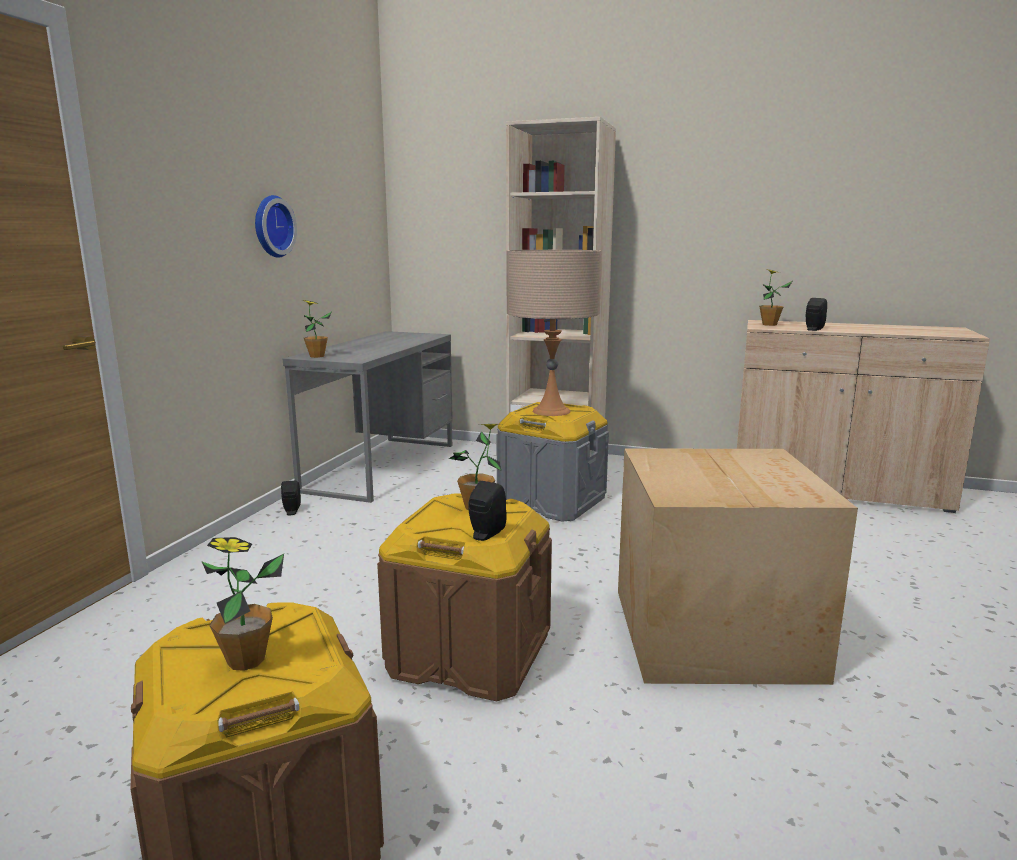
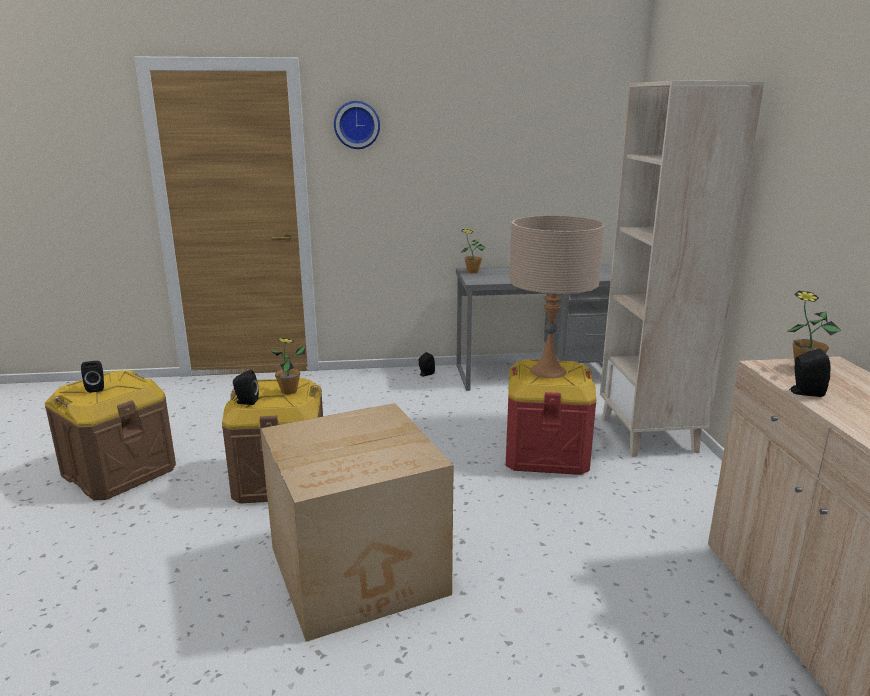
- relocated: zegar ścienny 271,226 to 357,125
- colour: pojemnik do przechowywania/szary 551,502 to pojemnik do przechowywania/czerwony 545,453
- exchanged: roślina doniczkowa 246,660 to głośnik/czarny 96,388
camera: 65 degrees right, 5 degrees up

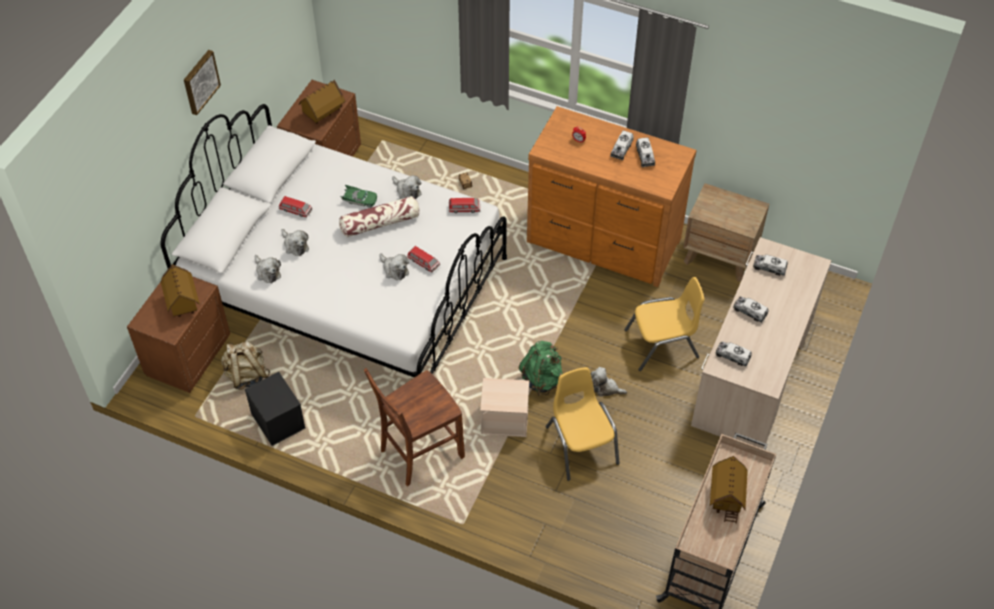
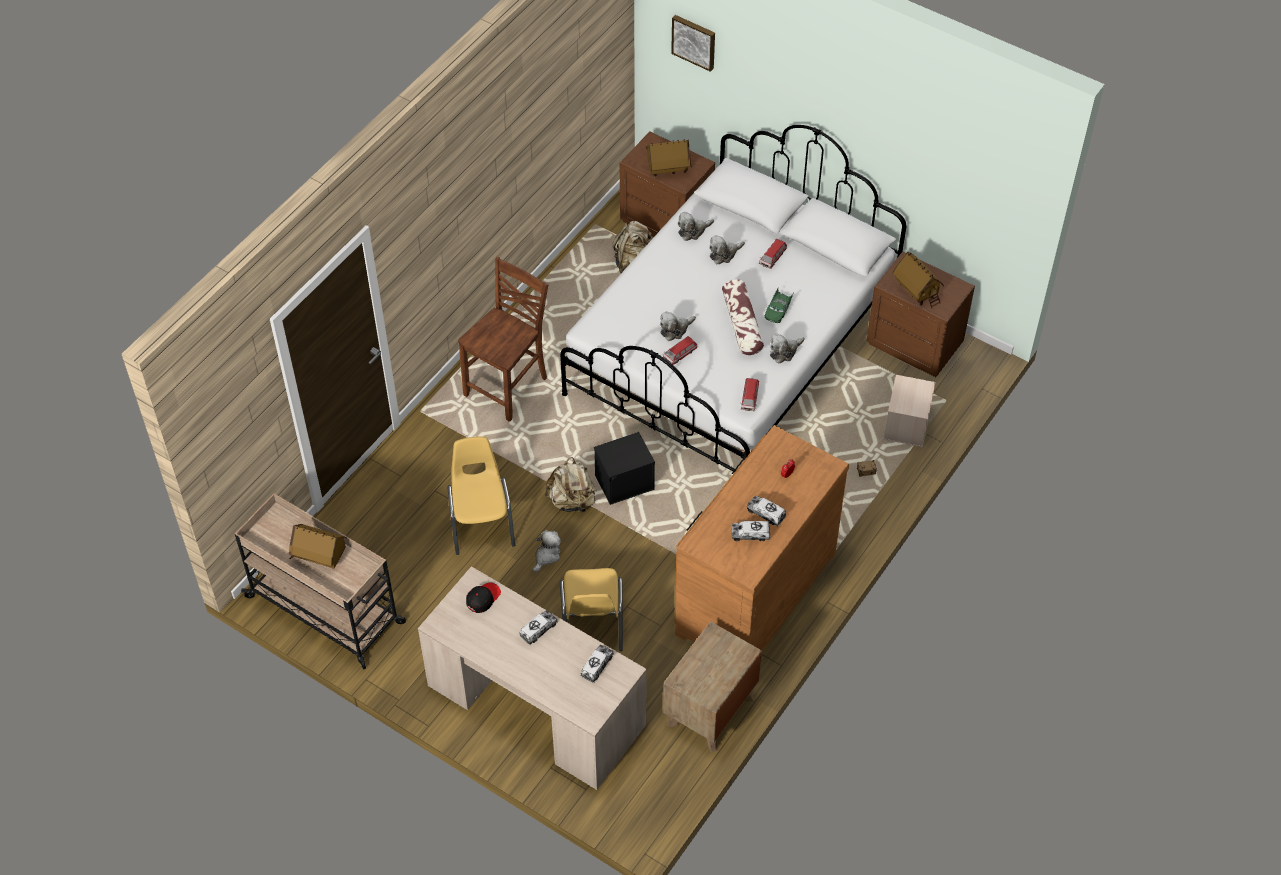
- relocated: obraz 200,81 to 694,41
- colour: plecak/zielony 542,379 to plecak/beżowy 572,501
- exchanged: ciężarówka zabawkowa 732,356 to czapka z daszkiem/czarny 483,598
- spun: krzesło/żółty 581,445 = 481,521 90 degrees counterclockwise
- spun: krzesło/brązowy 419,453 = 508,387 60 degrees clockwise
- relocated: pojemnik do przechowywania/czarny 277,420 to 625,481
- relocated: pojemnik do przechowywania/beżowy 505,419 to 907,425
camera: 100 degrees right, 0 degrees up

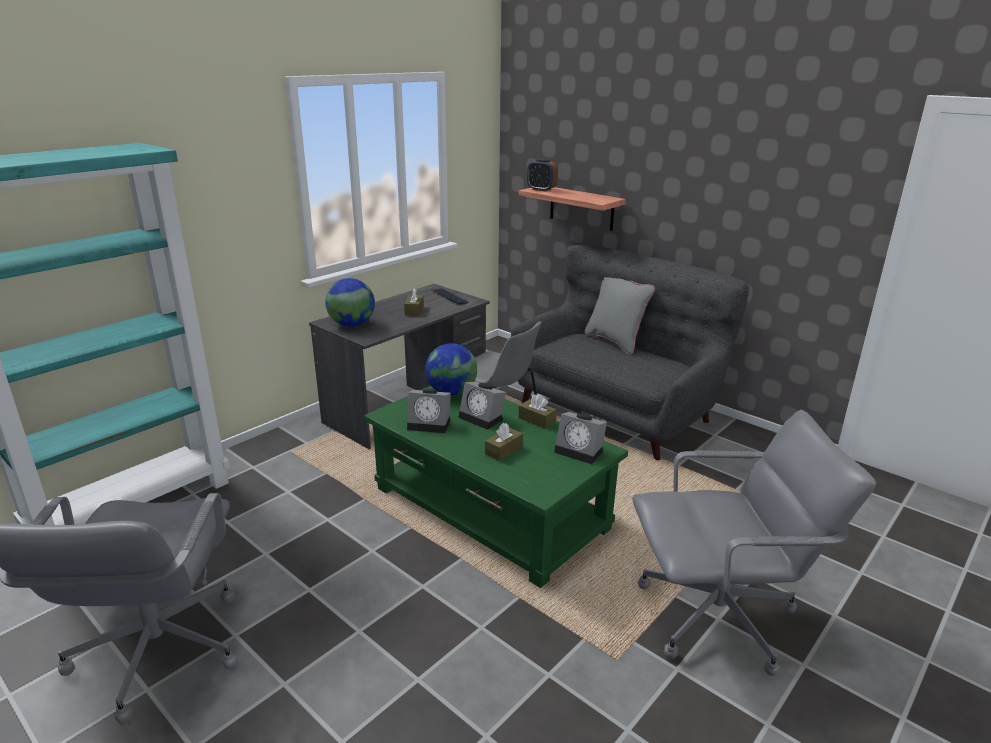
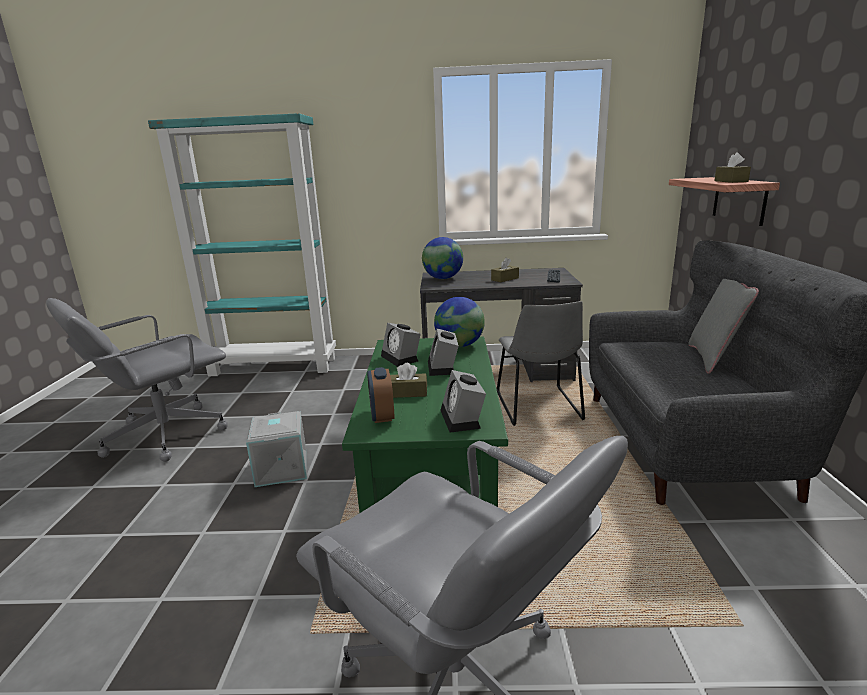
- relocated: budzik 541,189 to 382,416
- relocated: pudełko chusteczek/brązowy 537,420 to 730,181
- appeared: pojemnik do przechowywania/szary 283,469
camera: 50 degrees right, 5 degrees down

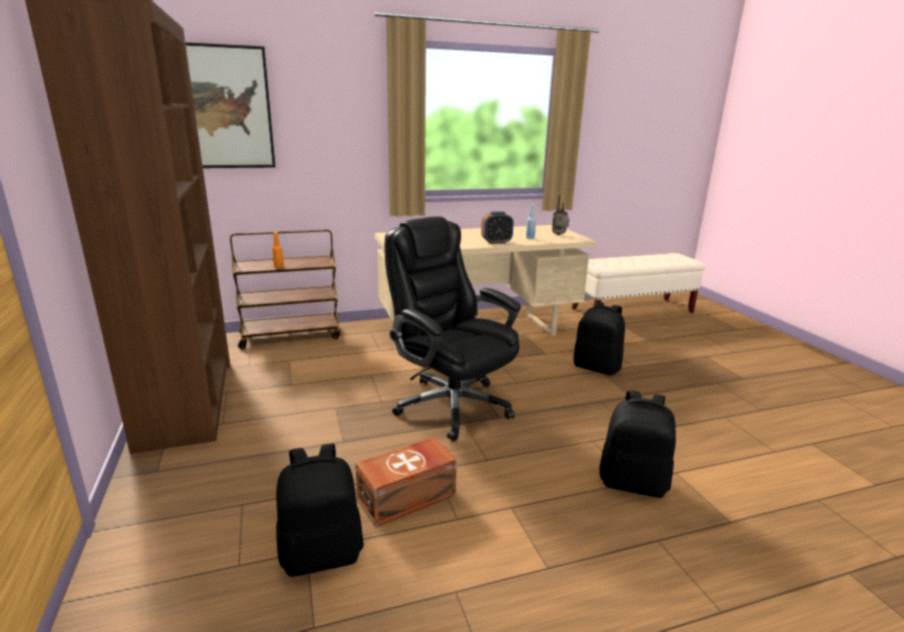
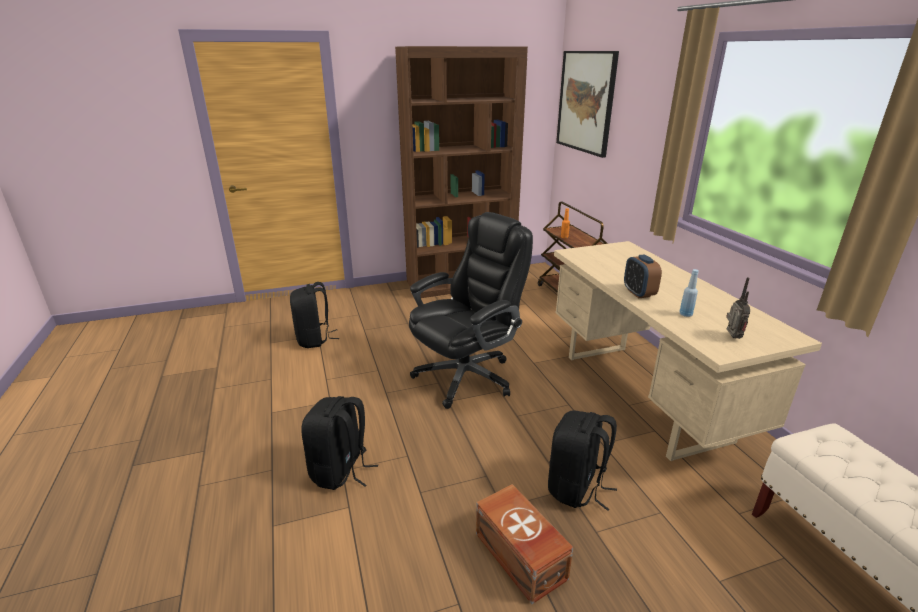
- relocated: pojemnik do przechowywania/brązowy 408,497 to 519,557
camera: 90 degrees right, 5 degrees up

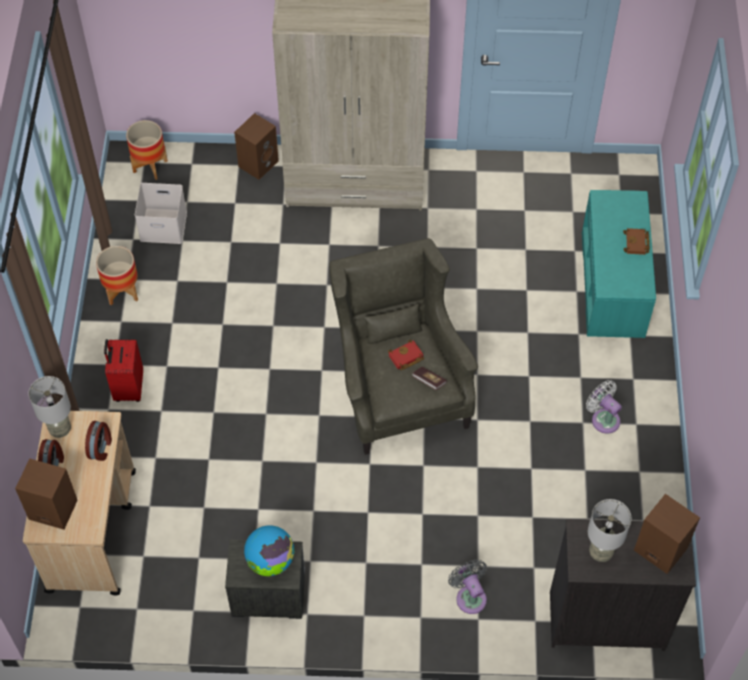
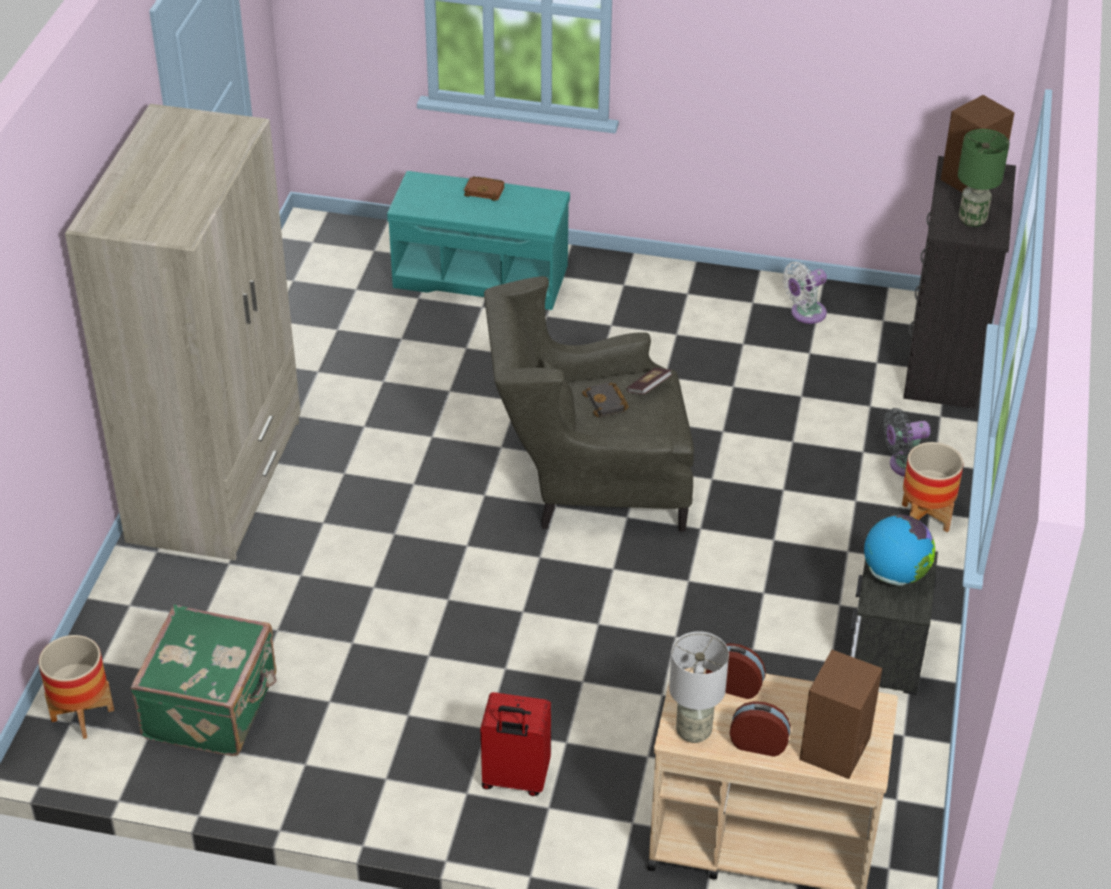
- missing: głośnik/brązowy 258,163
- exchanged: pojemnik do przechowywania/biały 164,225 to walizka/zielony 213,707
- relocated: donica 122,291 to 924,517
- colour: książka/czerwony 405,358 to książka/czarny 607,403
- relocated: wentylator/biały 603,418 to 805,314
- colour: lampa stołowa/szary 600,551 to lampa stołowa/zielony 971,220
camera: 80 degrees left, 15 degrees down

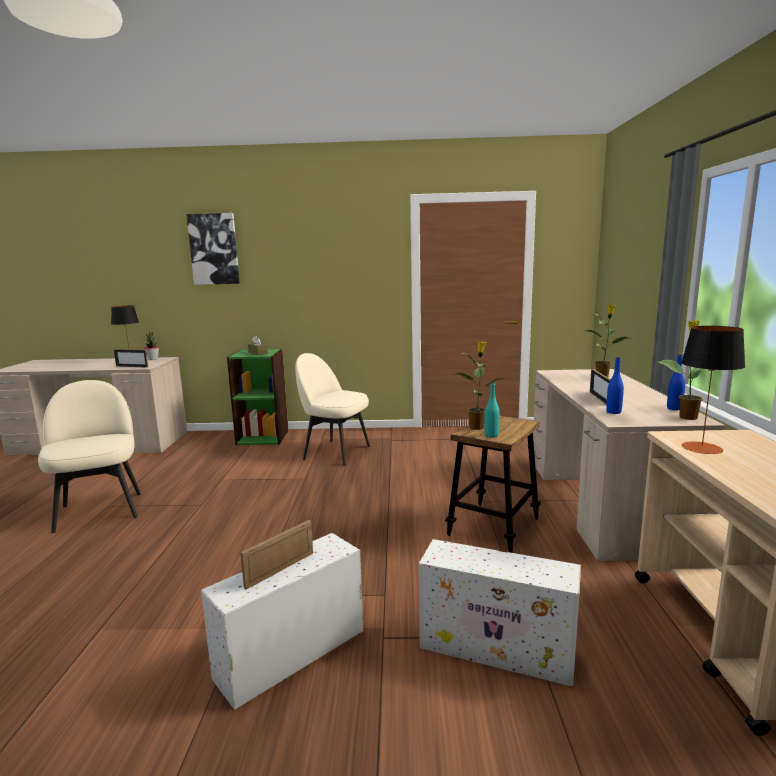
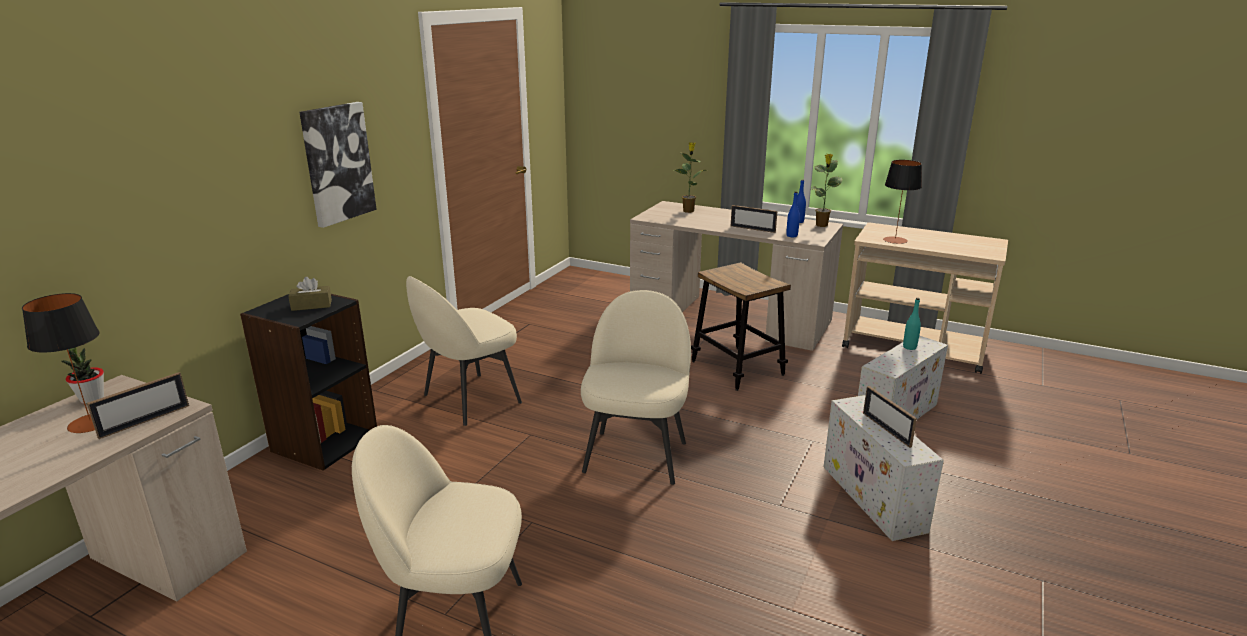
- relocated: obraz 214,249 to 337,163
- missing: roślina doniczkowa 477,427
- colour: regał/zielony 263,437 to regał/czarny 324,442
- relocated: butelka/turkusowy 491,435 to 909,347
- appeared: krzesło/beżowy 636,455
camera: 65 degrees left, 10 degrees up

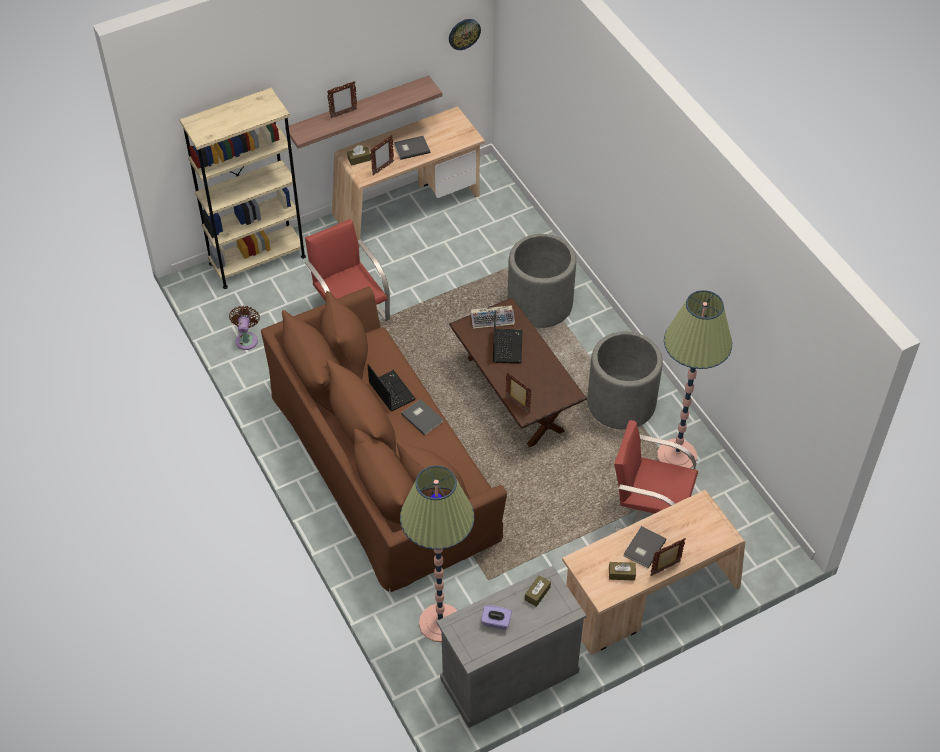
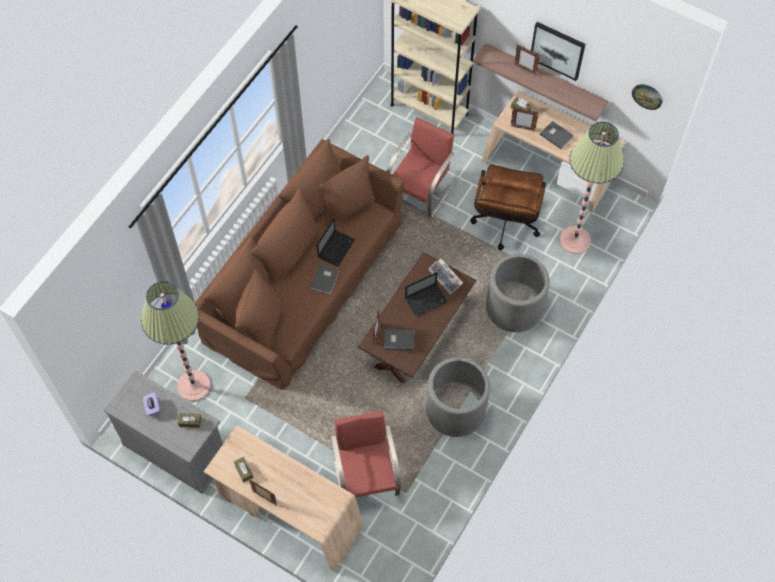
- relocated: lampa stojąca 676,456 to 575,240
- missing: wentylator/brązowy 247,339
- relocated: książka/szary 643,548 to 398,339
- appeared: obraz 557,50
- appeared: krzesło biurowe/brązowy 504,226
camera: 60 degrees right, 10 degrees up

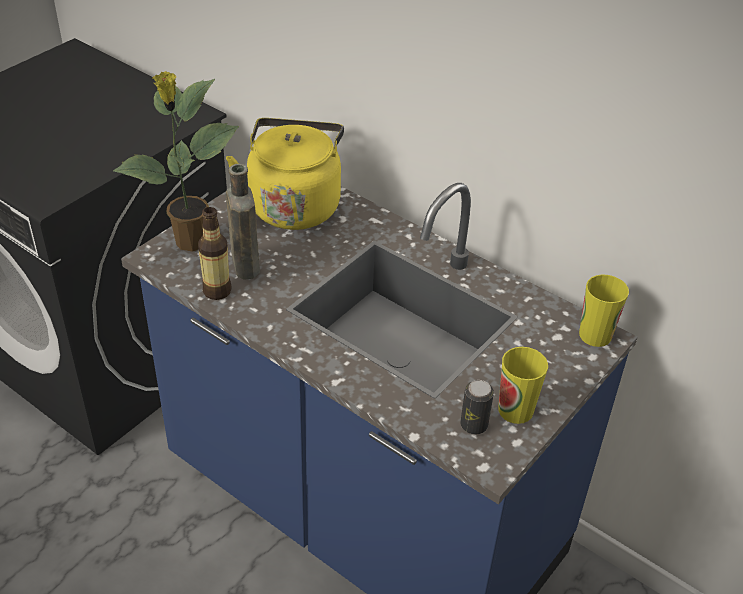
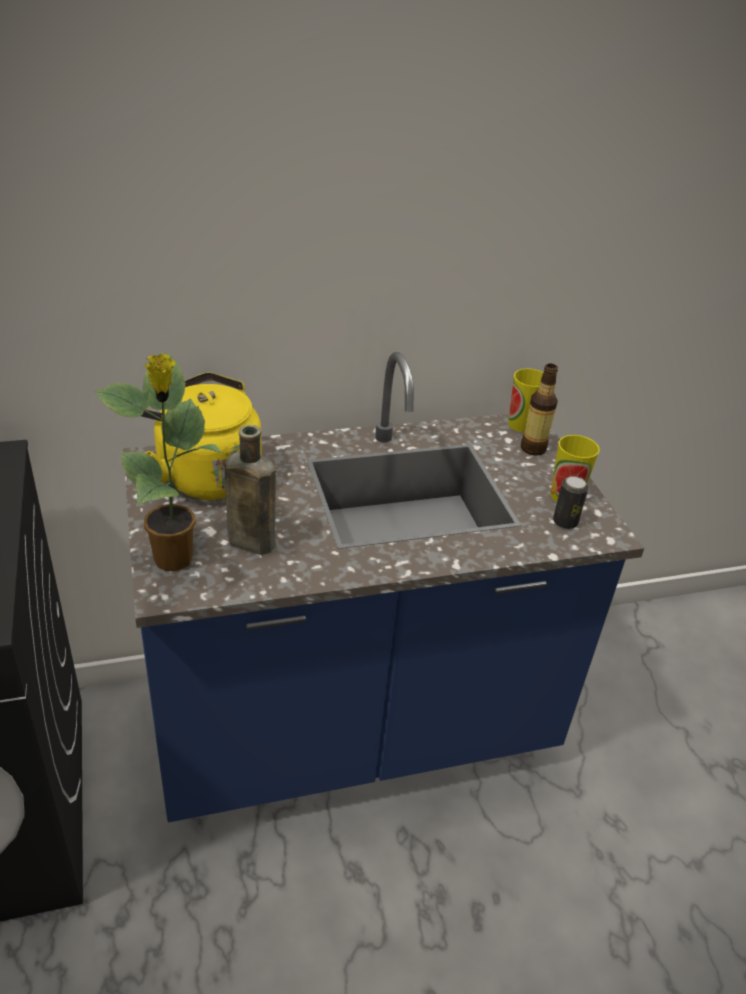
- relocated: butelka 217,291 to 533,448
camera: 55 degrees left, 5 degrees down

